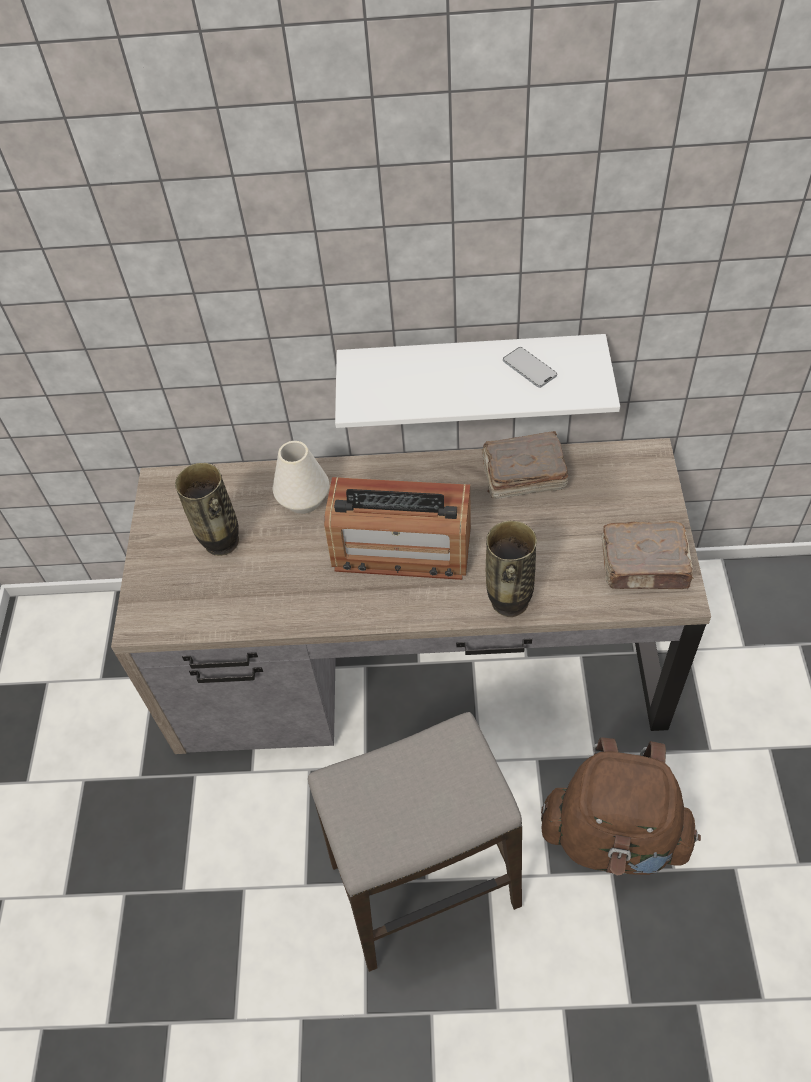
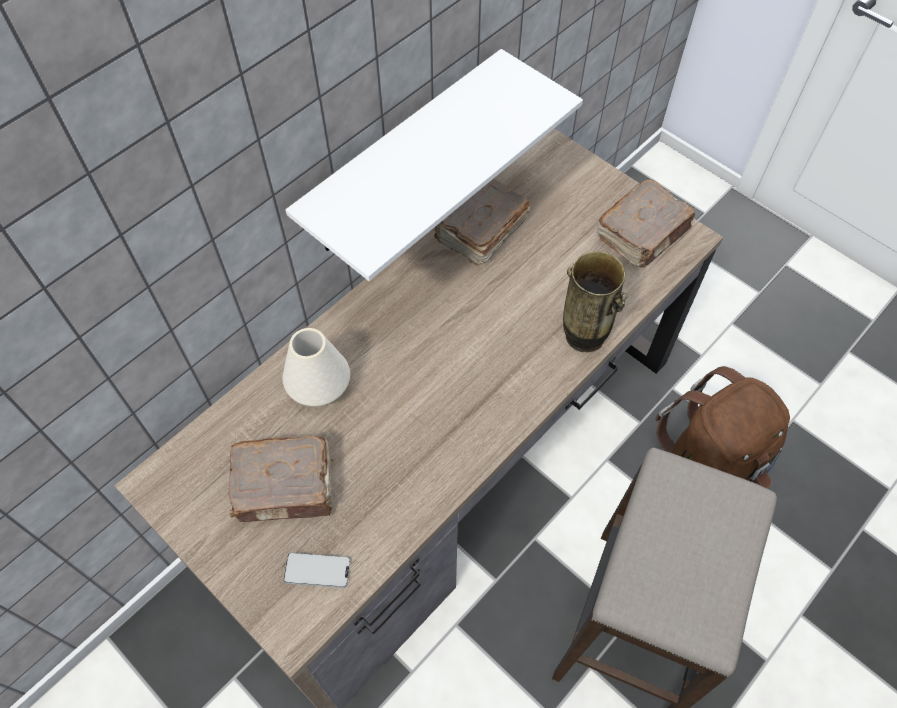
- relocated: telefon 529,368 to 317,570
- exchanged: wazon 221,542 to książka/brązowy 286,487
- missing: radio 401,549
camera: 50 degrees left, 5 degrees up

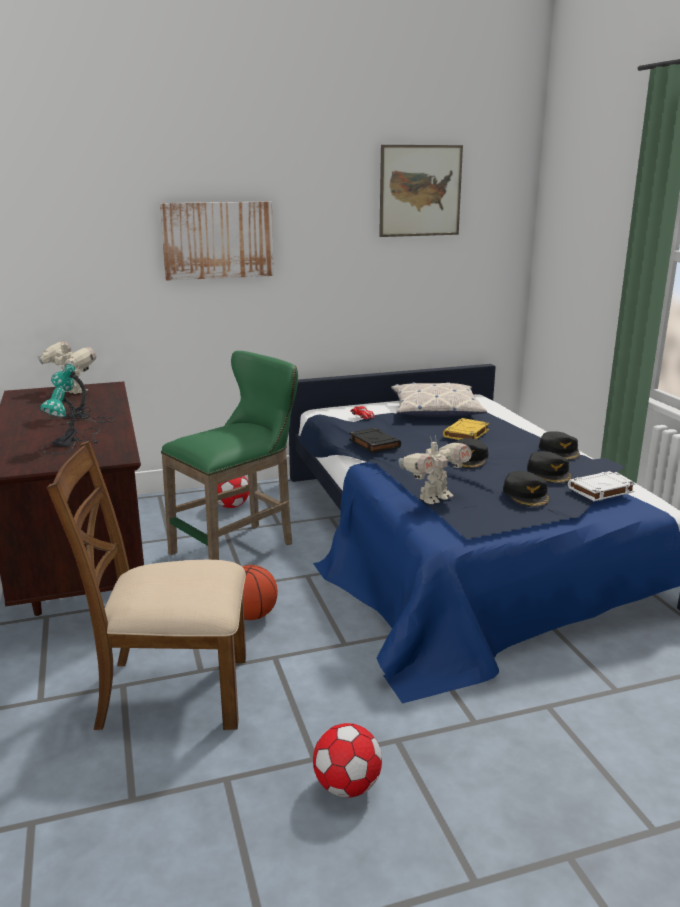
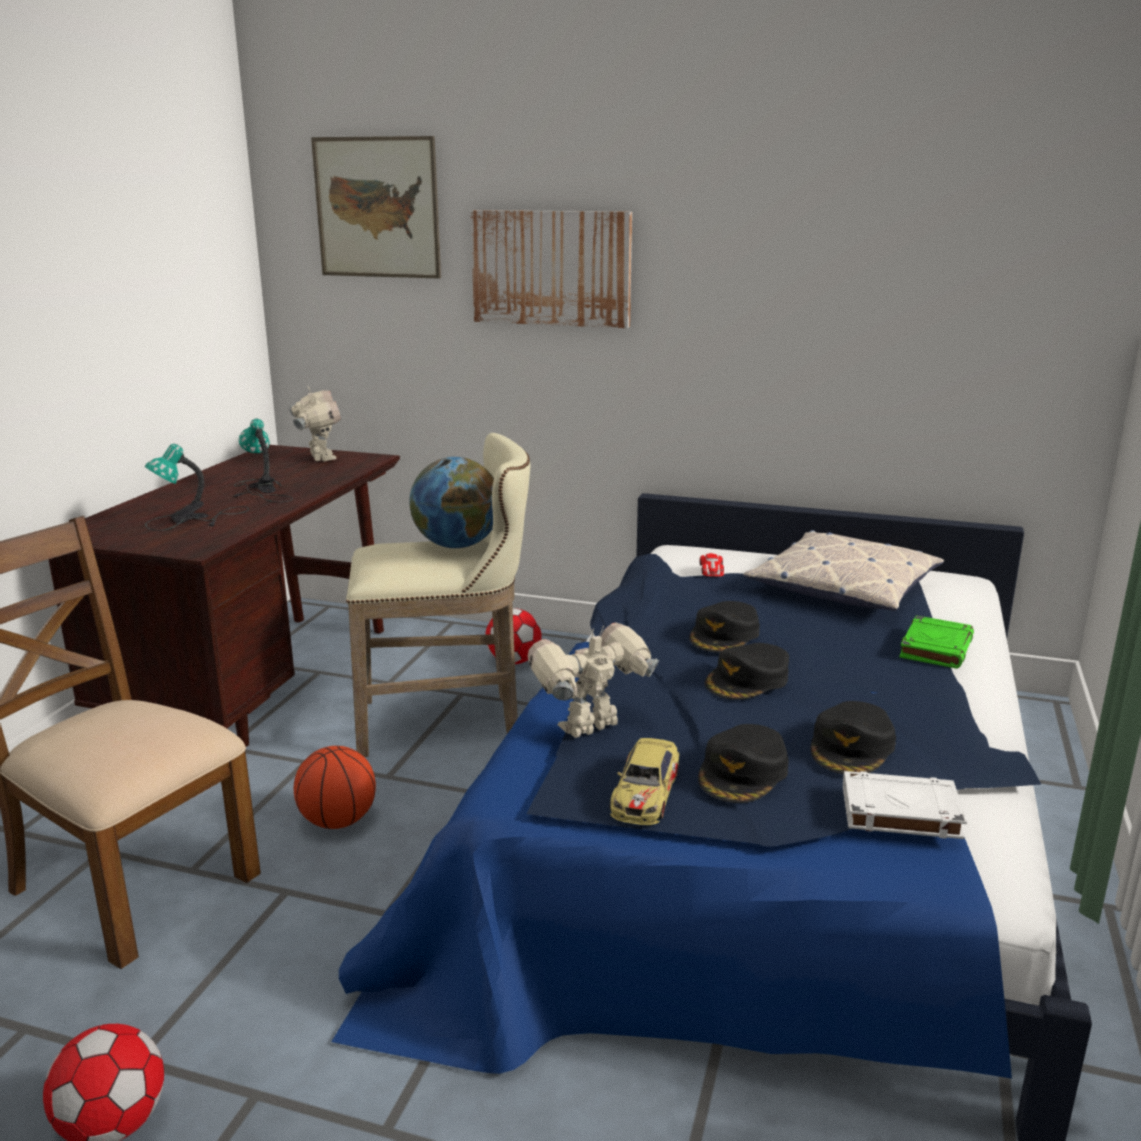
- relocated: obraz 420,191 to 377,208
- colour: stołek/zielony 240,548 to stołek/beżowy 448,722
- missing: książka/żółty 466,434
- missing: książka/czarny 373,444
- relocated: czapka z daszkiem/czarny 559,451 to 724,635
- spun: robot zabawkowy 433,498 = 591,729 150 degrees clockwise
- appeared: globus 457,545
- appeared: książka/zielony 935,647
- appeared: samochodzik 645,791
camera: 35 degrees right, 0 degrees up

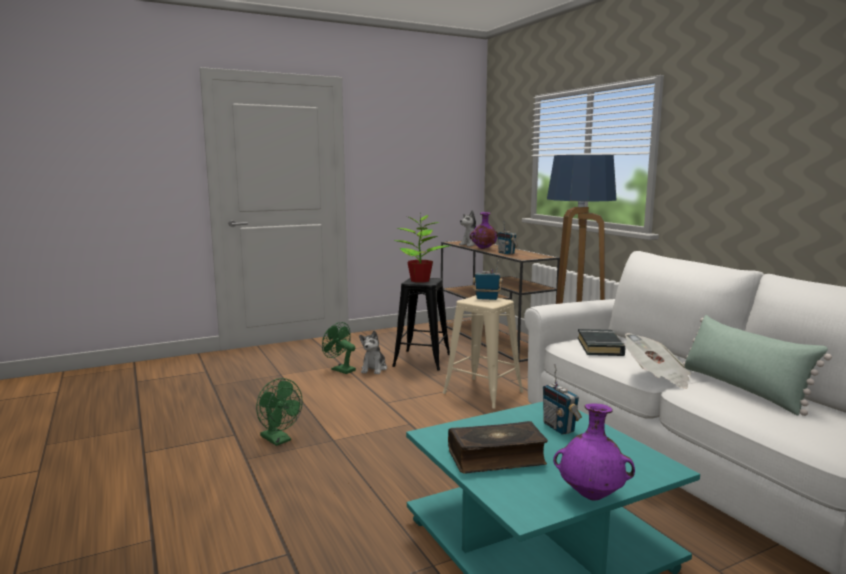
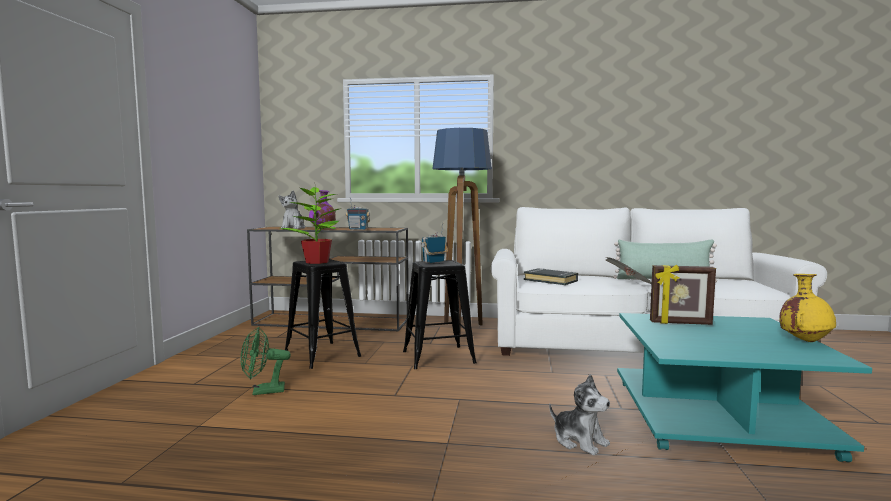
- colour: stołek/beżowy 483,392 to stołek/czarny 438,357
- relocated: pluszak 374,369 to 579,441
- exchanged: radio 559,427 to ramka na zdjęcie 680,323
- missing: wentylator/zielony 279,440
- colour: wazon/fioletowy 592,496 to wazon/żółty 805,341
- missing: książka 496,457
camera: 55 degrees left, 5 degrees down

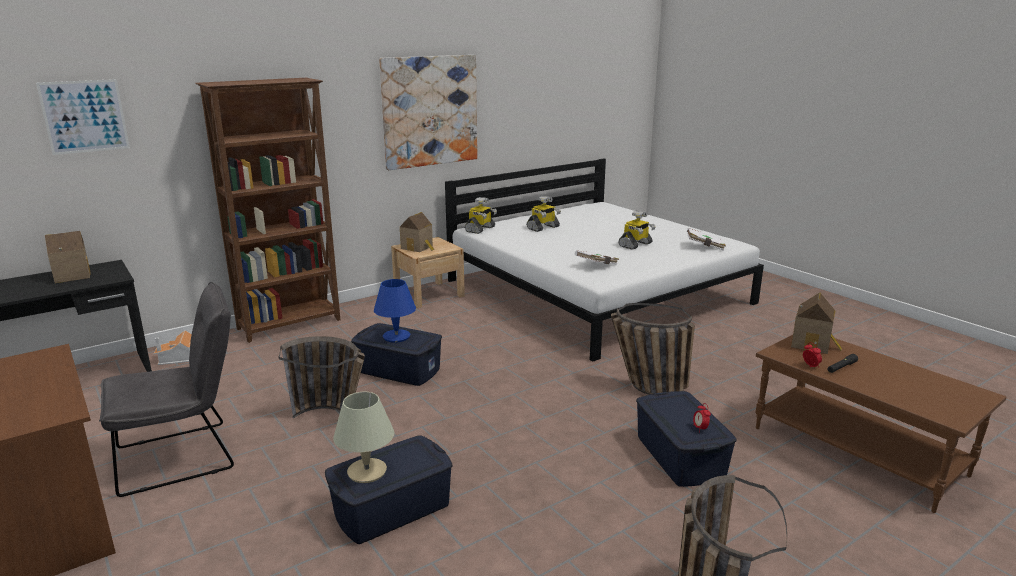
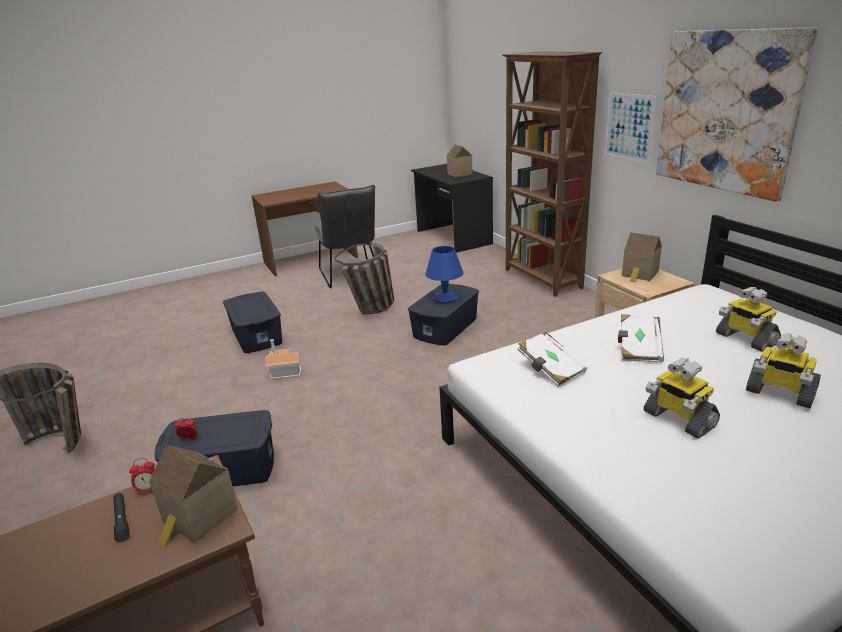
- relocated: obraz 84,116 to 629,127
- relocated: robot zabawkowy 480,229 to 779,393
- relocated: książka/biały 705,246 to 638,349
- missing: koszyk 645,386
- relocated: domek 178,358 to 283,370
- missing: lampa stołowa/beżowy 367,471
camera: 100 degrees right, 5 degrees up

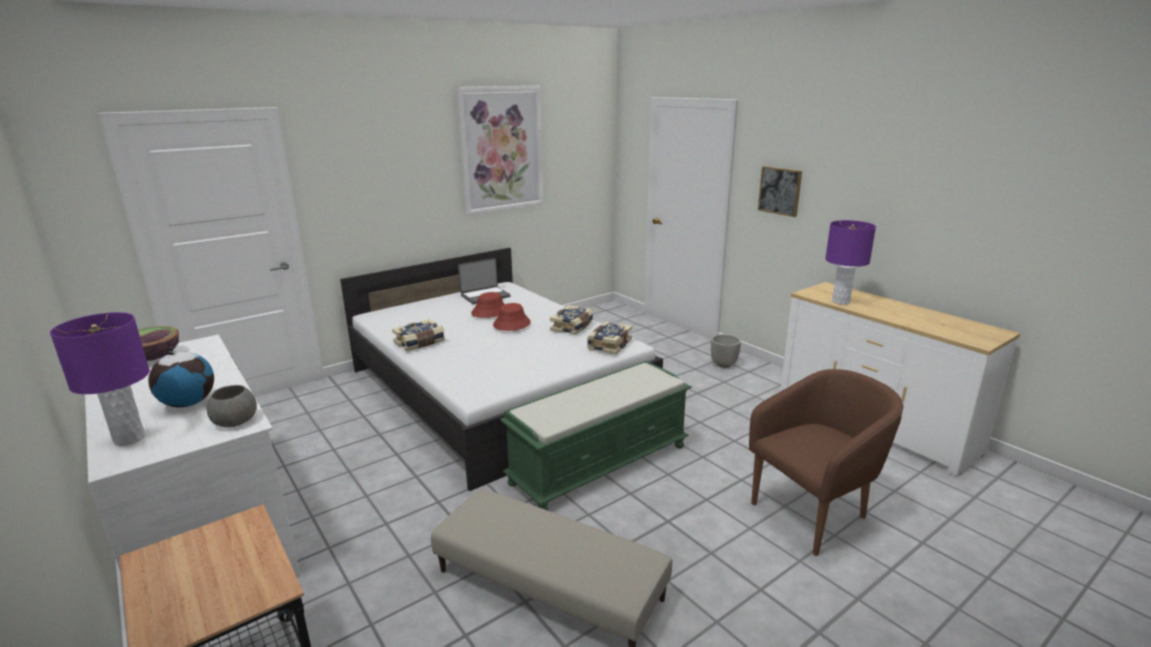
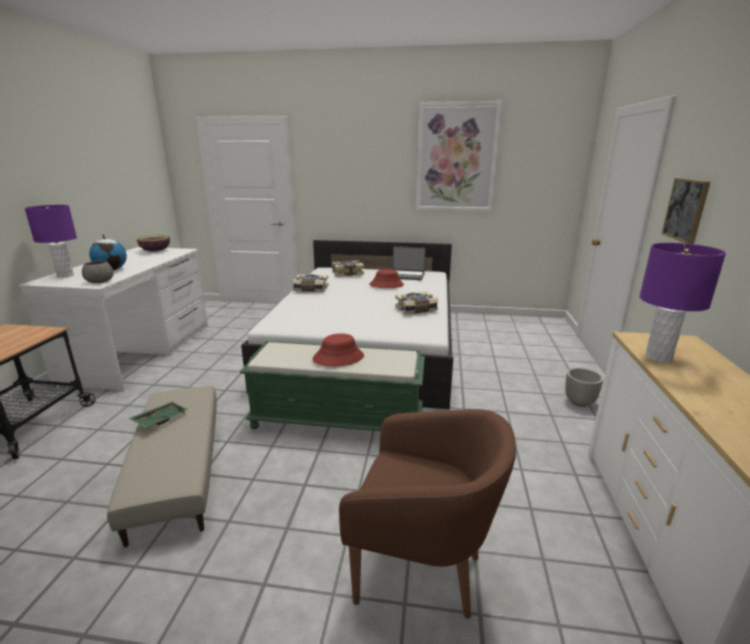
- relocated: kapelusz/czerwony 511,324 to 338,357
- relocated: książka 608,345 to 347,273
- appeared: taca/zielony 160,419
camera: 45 degrees right, 0 degrees up

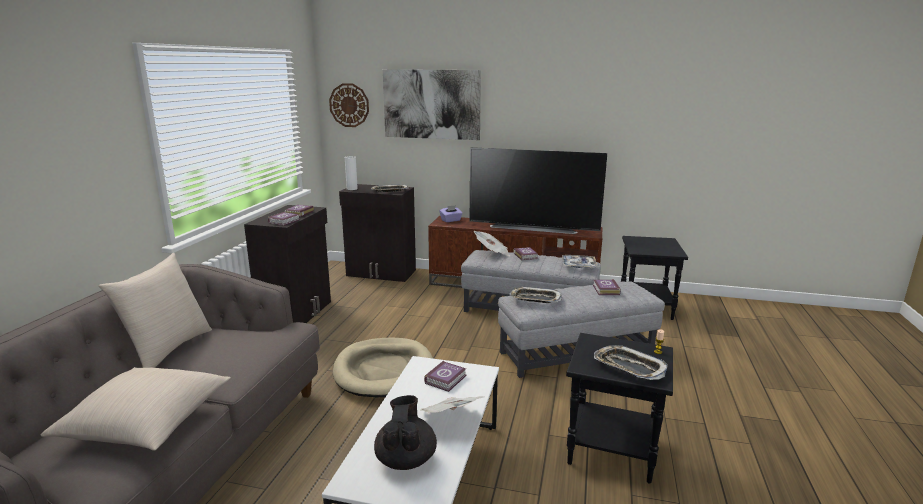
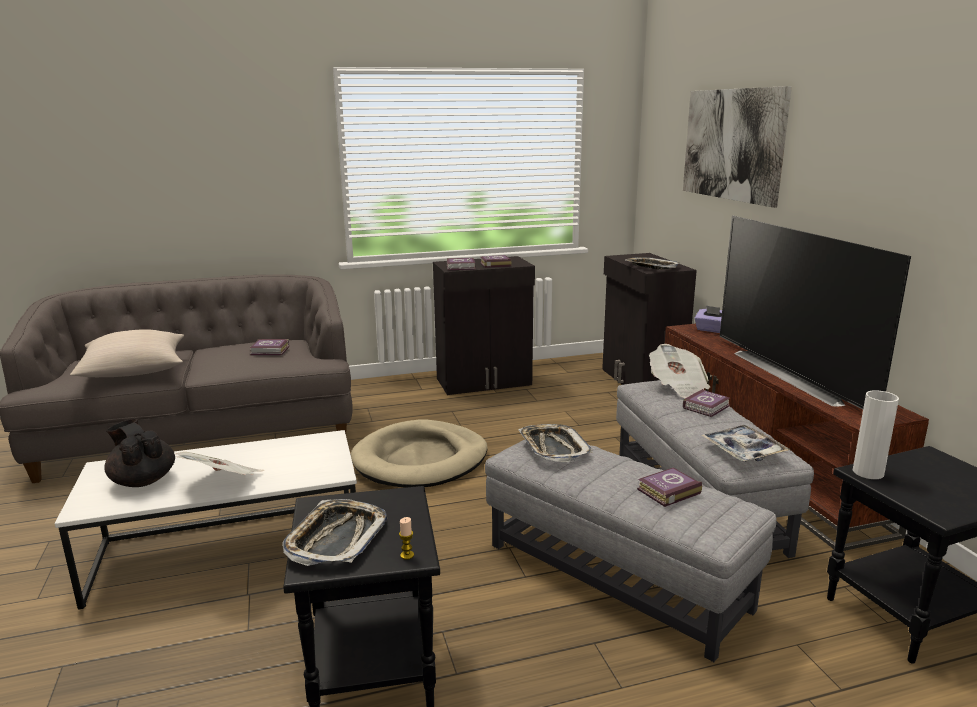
- missing: zegar ścienny 349,105
- relocated: wazon/biały 352,189 to 868,472
- missing: poduszka/beżowy 168,349
- relocated: książka 447,379 to 270,351
- spun: imbryk/czarny 406,459 = 143,480 105 degrees counterclockwise
camera: 60 degrees right, 0 degrees up

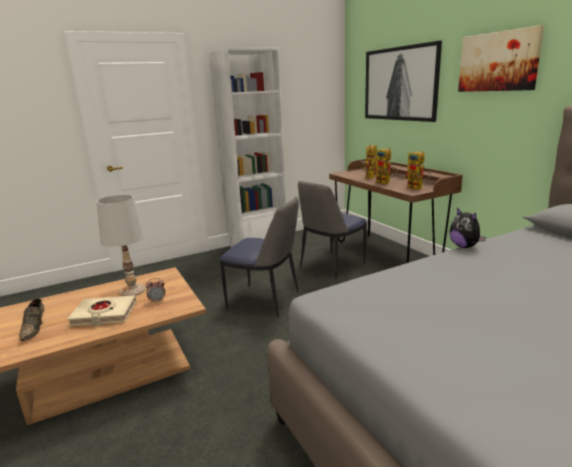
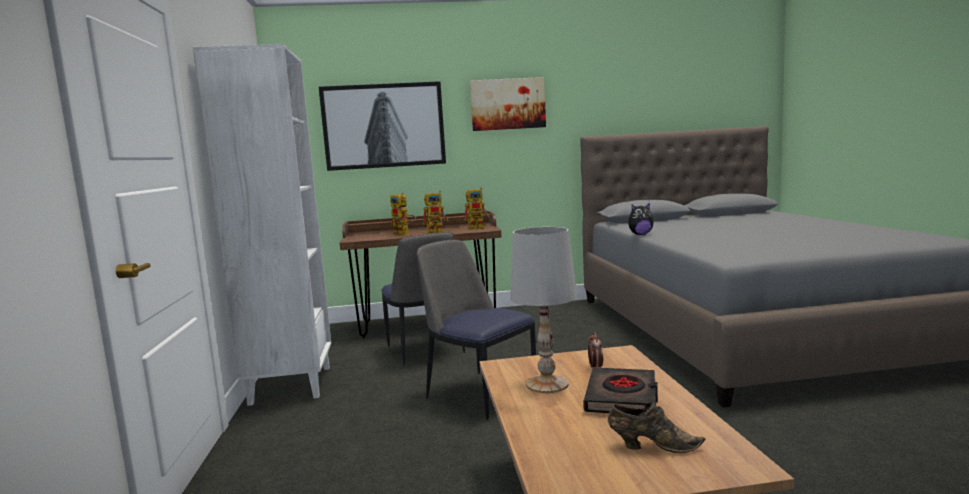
- spun: krzesło 265,300 = 479,394 90 degrees counterclockwise
- colour: książka/beżowy 104,314 to książka/czarny 622,397
camera: 70 degrees left, 10 degrees down

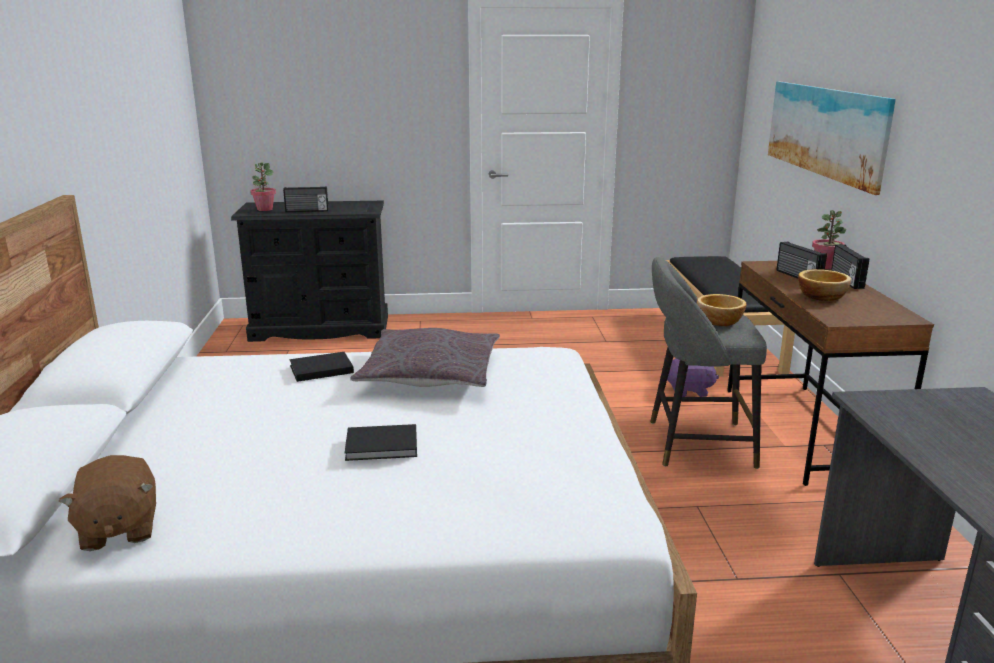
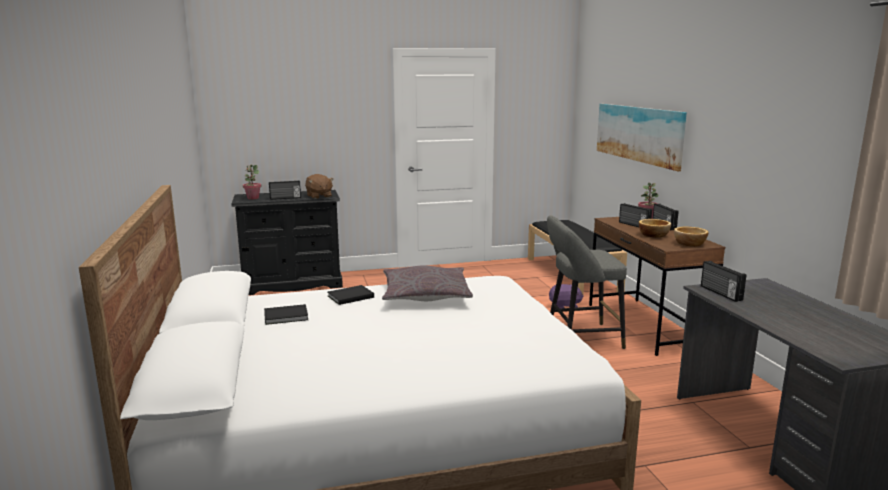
- relocated: miska 719,321 to 690,244
- relocated: książka/czarny 384,446 to 287,316
- relocated: pluszak/brązowy 118,530 to 319,196
- appeared: radio 720,293
camera: 10 degrees left, 5 degrees down

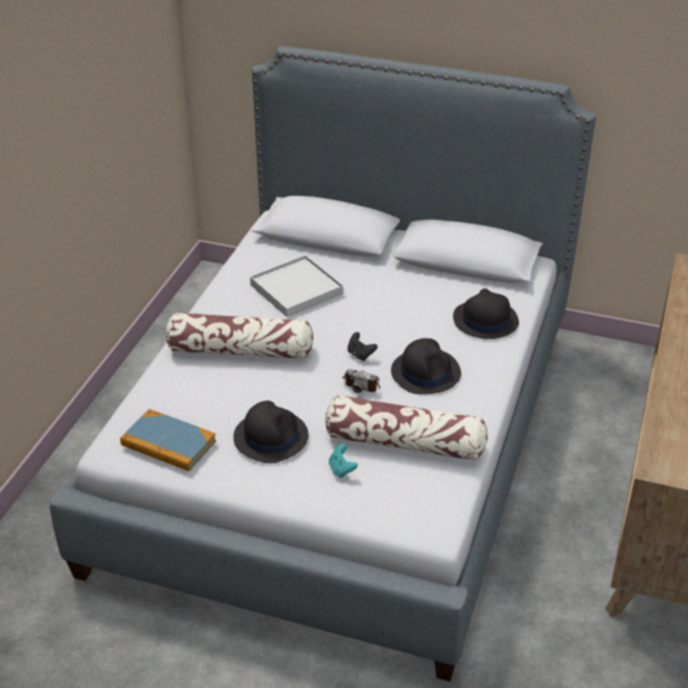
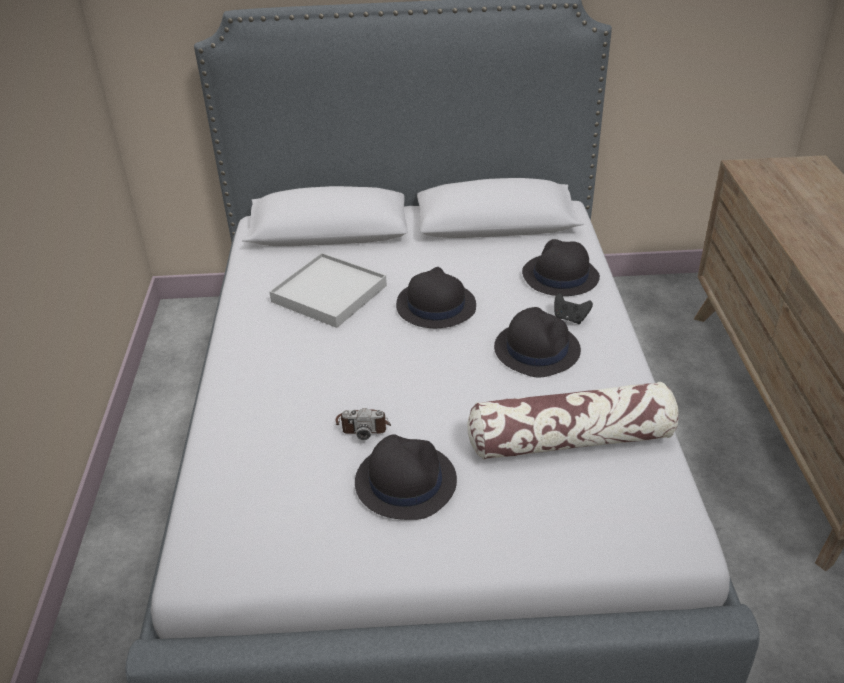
- missing: poduszka 240,350
- relocated: pad do gier/czarny 360,355 to 570,318
- relocated: aparat fotograficzny 362,383 to 363,425
- missing: książka 168,443
- missing: pad do gier/turkusowy 341,469
- appeared: kapelusz/czarny 435,306
camera: 20 degrees left, 0 degrees up

